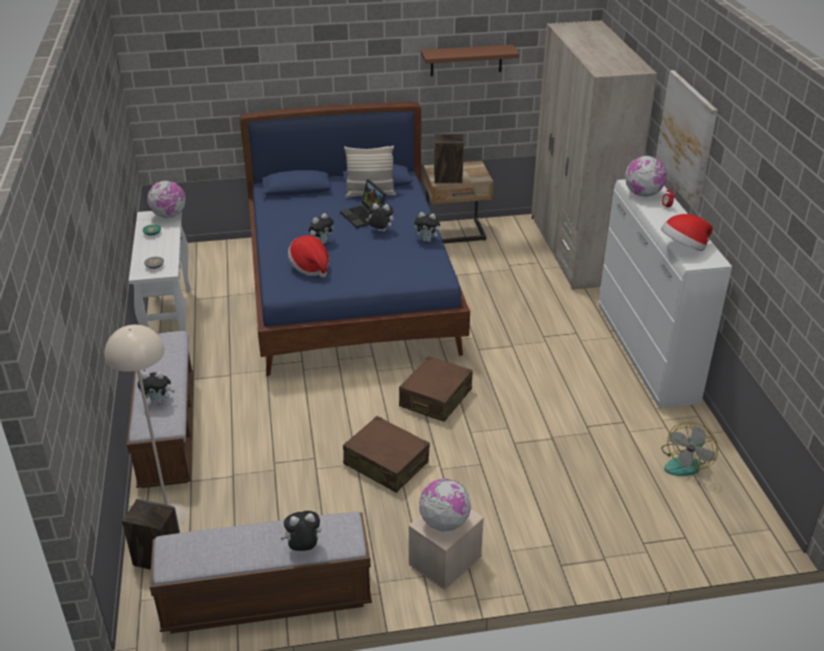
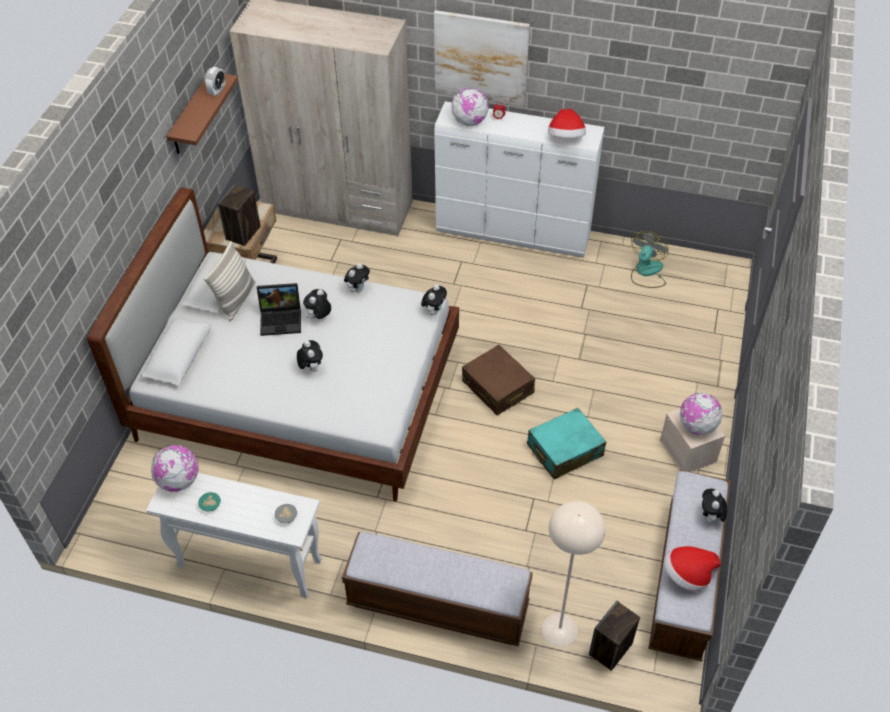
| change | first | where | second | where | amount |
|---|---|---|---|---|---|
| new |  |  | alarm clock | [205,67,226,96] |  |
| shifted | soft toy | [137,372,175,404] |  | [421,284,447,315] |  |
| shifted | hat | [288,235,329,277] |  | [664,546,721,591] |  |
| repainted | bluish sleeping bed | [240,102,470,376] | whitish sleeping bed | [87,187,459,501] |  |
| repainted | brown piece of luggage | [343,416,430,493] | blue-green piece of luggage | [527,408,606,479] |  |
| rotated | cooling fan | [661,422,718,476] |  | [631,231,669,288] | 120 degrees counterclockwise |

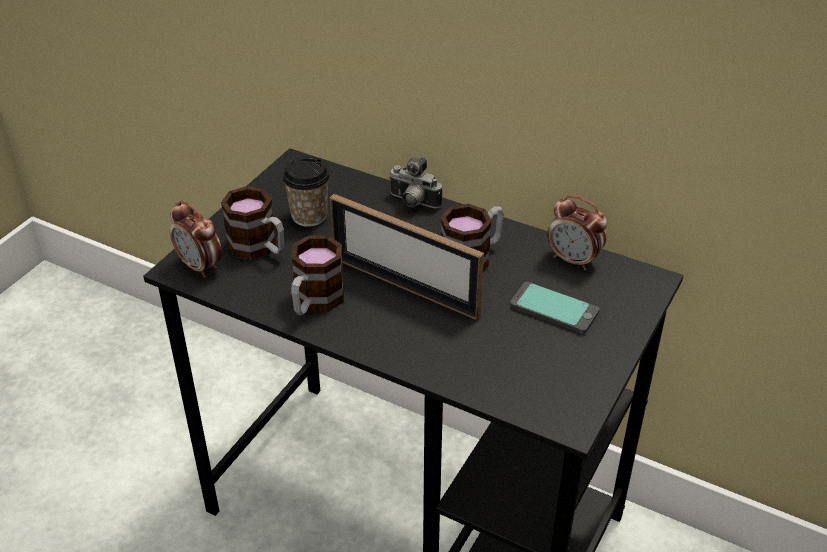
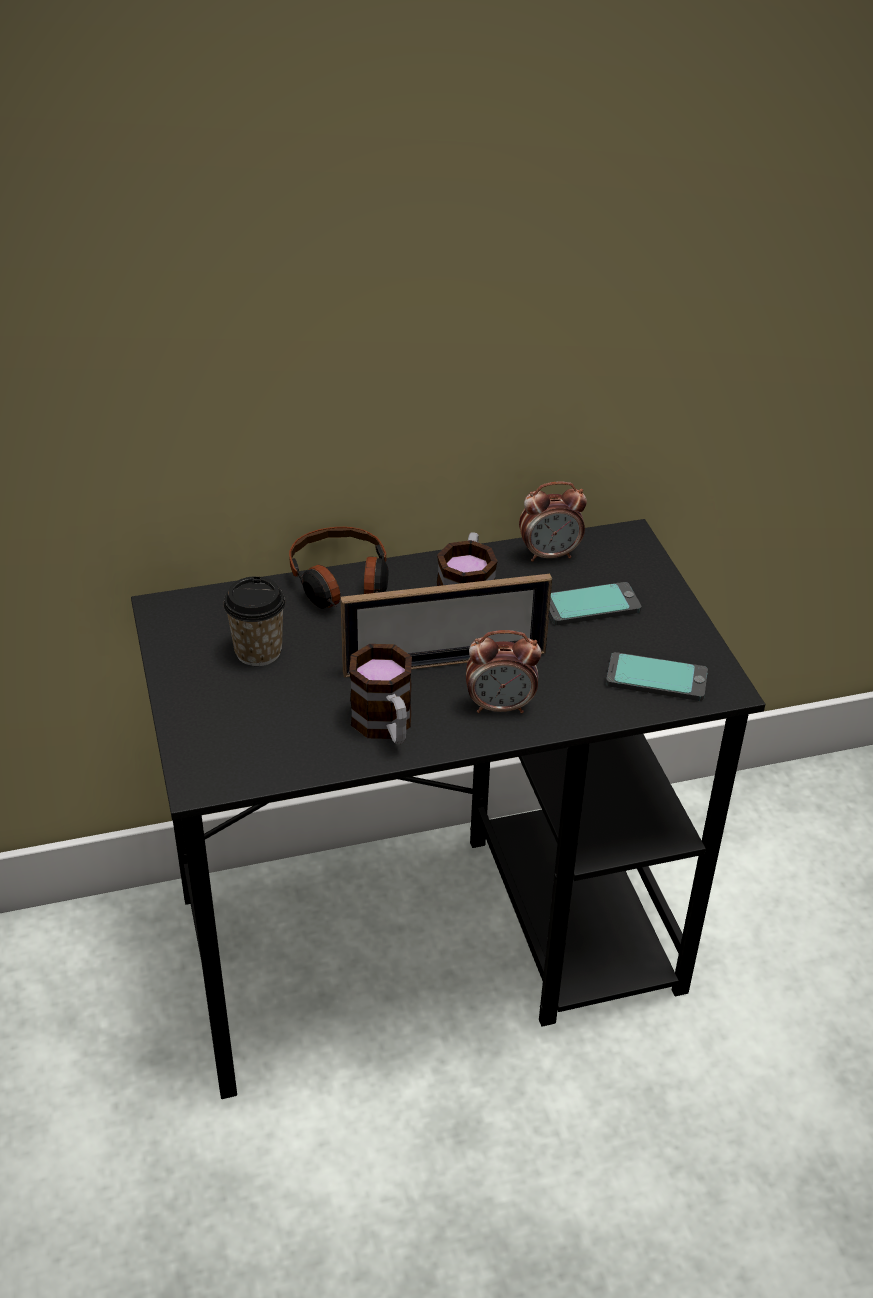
| change | first | where | second | where | amount |
|---|---|---|---|---|---|
| gone | mug | [221,186,285,260] |  |  |  |
| new |  |  | telephone | [606,652,708,701] |  |
| shifted | alarm clock | [170,200,222,278] |  | [466,630,541,713] |  |
| swapped | still camera | [389,157,442,208] | headset | [289,527,388,609] |  |

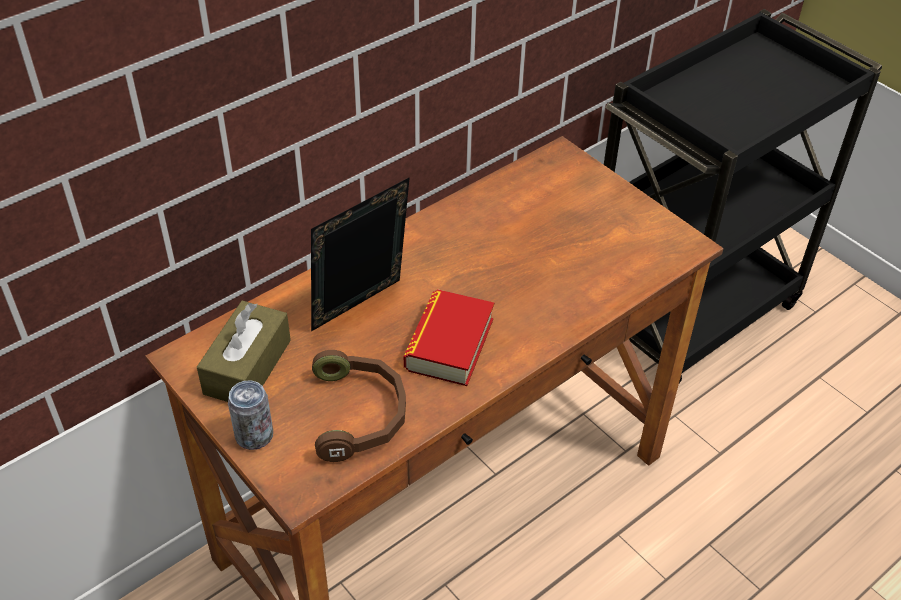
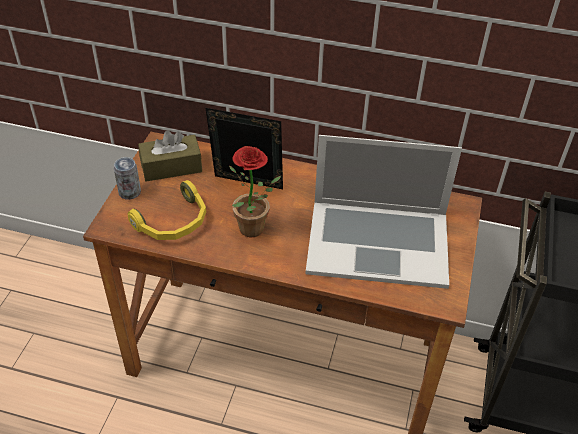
| change | first | where | second | where | amount |
|---|---|---|---|---|---|
| new |  |  | portable computer | [306,135,462,289] |  |
| swapped | volume | [404,289,494,386] | potted plant | [229,146,281,237] |  |
| repainted | brown headset | [312,350,406,462] | yellow headset | [128,180,206,240] |  |

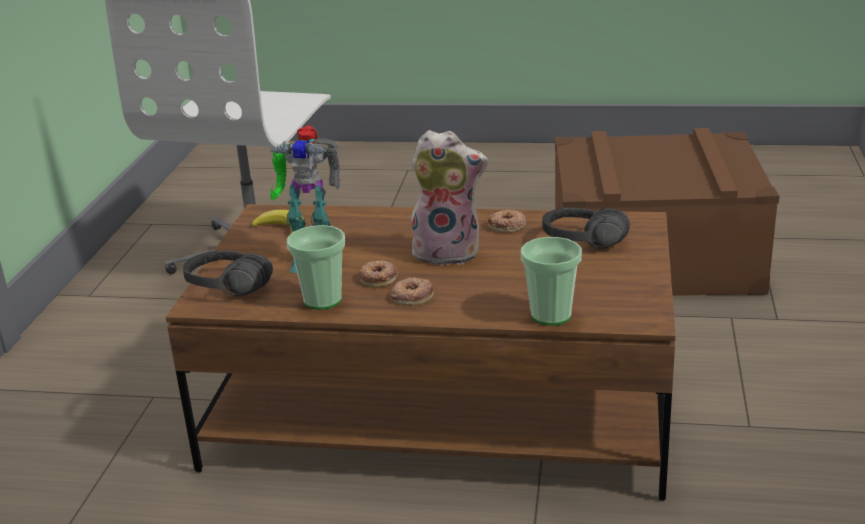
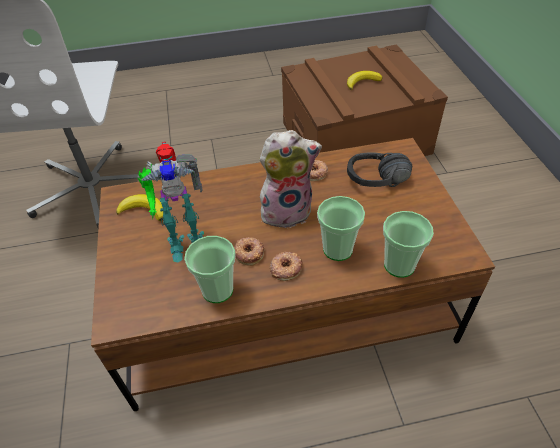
| change | first | where | second | where | amount |
|---|---|---|---|---|---|
| gone | black headset | [183,250,273,297] |  |  |  |
| new |  |  | small cup | [317,196,365,261] |  |
| new |  |  | banana fruit | [347,71,383,90] |  |

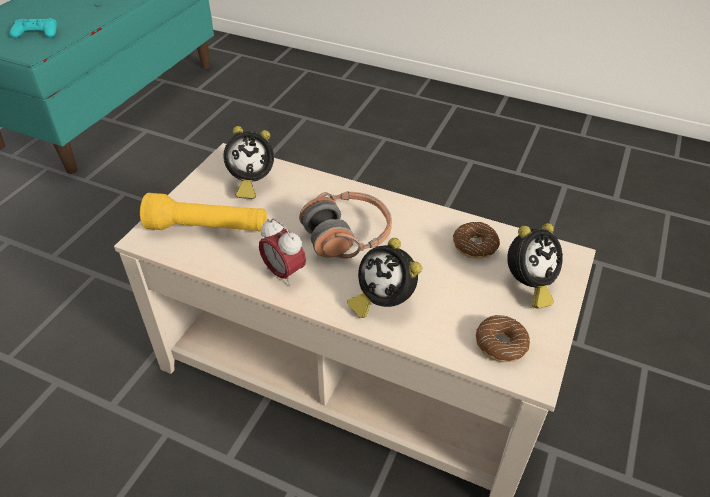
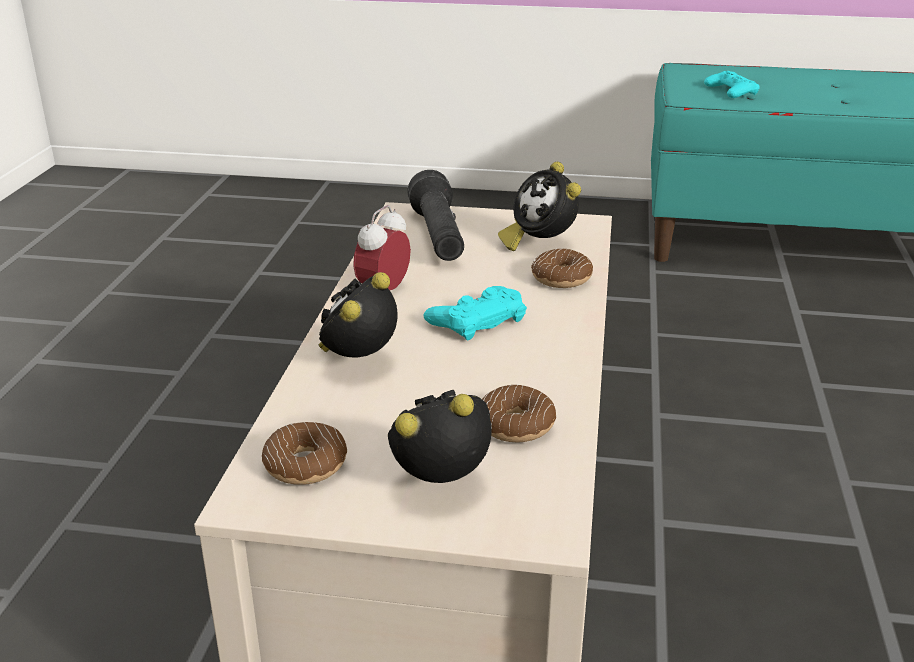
| change | first | where | second | where | amount |
|---|---|---|---|---|---|
| new |  |  | doughnut | [531,248,593,288] |  |
| swapped | headset | [299,191,392,259] | blue-green joypad | [423,286,527,341] |  |
| repainted | yellow hand torch | [140,193,267,231] | black hand torch | [407,170,464,261] |  |
| rotated | alarm clock | [507,223,563,309] |  | [388,390,491,483] | 120 degrees clockwise |

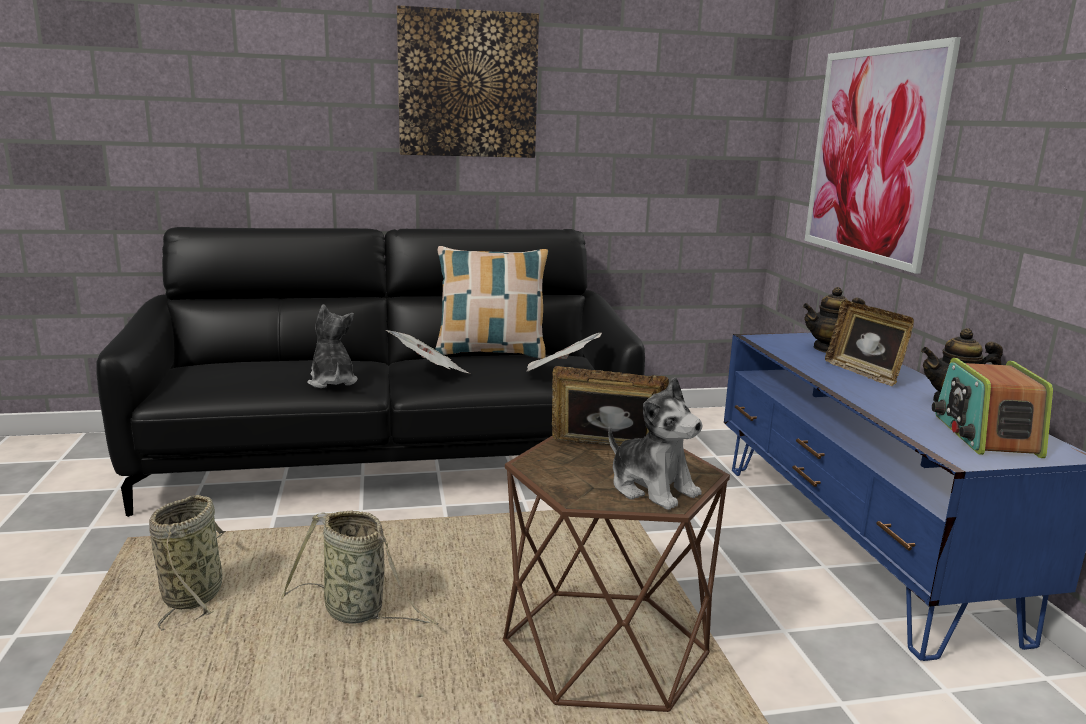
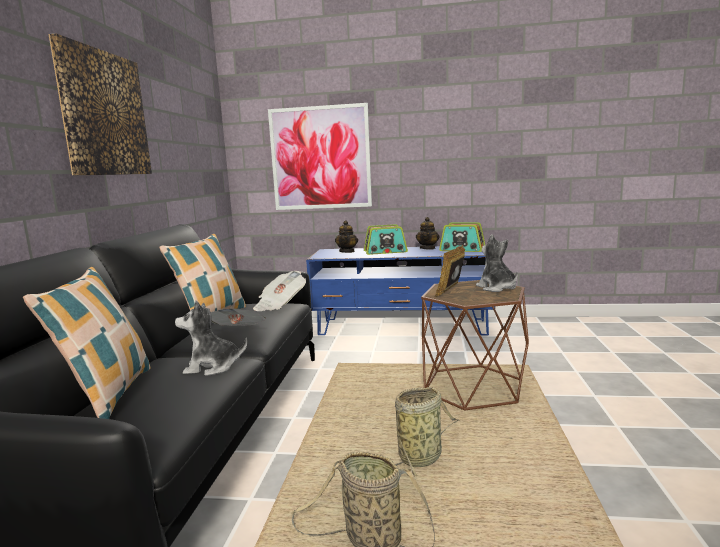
| change | first | where | second | where | amount |
|---|---|---|---|---|---|
| new |  |  | throw pillow | [23,267,151,419] |  |
| swapped | picture frame | [825,300,914,386] | radio | [364,224,408,255] |  |
| rotated | soft toy | [608,377,702,510] |  | [476,234,518,292] | 90 degrees counterclockwise |

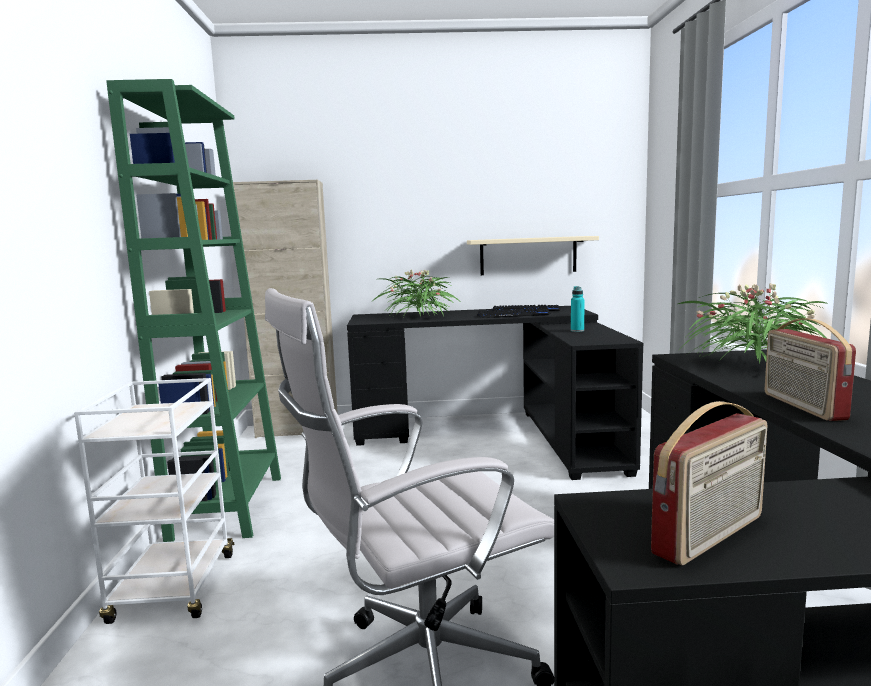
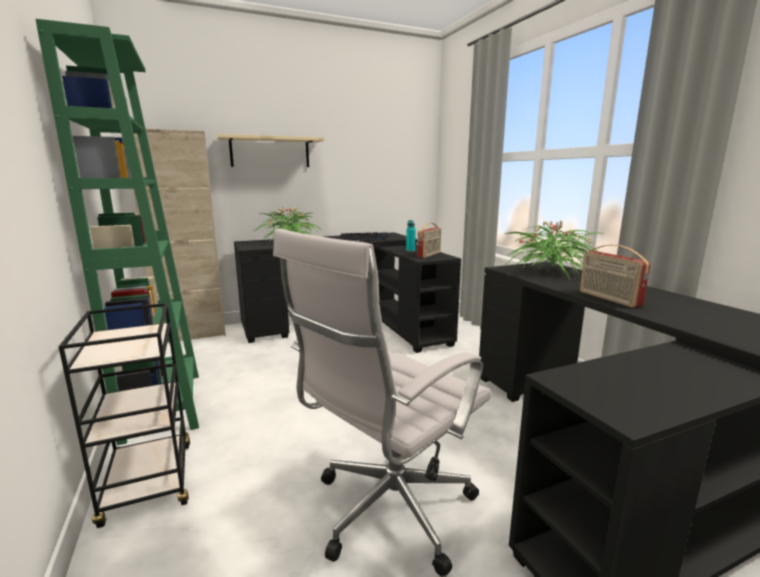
| change | first | where | second | where | amount |
|---|---|---|---|---|---|
| shifted | sand-coloured bracket shelf | [467,236,599,275] |  | [217,134,324,167] |  |
| shifted | radio | [651,401,767,565] |  | [417,223,441,258] |  |
| repainted | whitish wheeled cart | [74,378,235,624] | black wheeled cart | [59,303,190,528] |  |

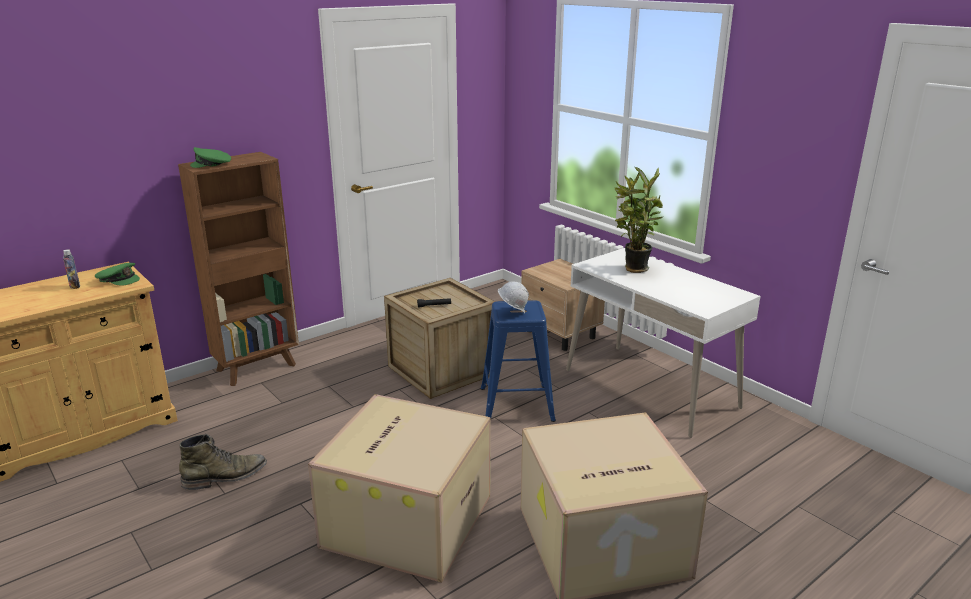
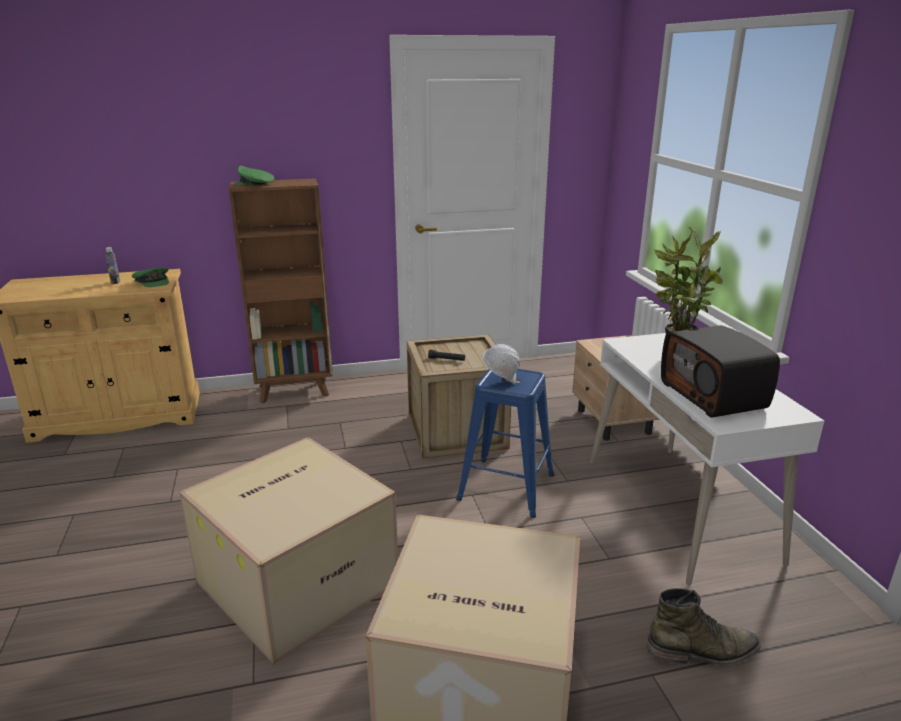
| change | first | where | second | where | amount |
|---|---|---|---|---|---|
| new |  |  | radio | [661,325,780,418] |  |
| shifted | green high-top boot | [179,434,267,490] |  | [647,588,761,665] |  |

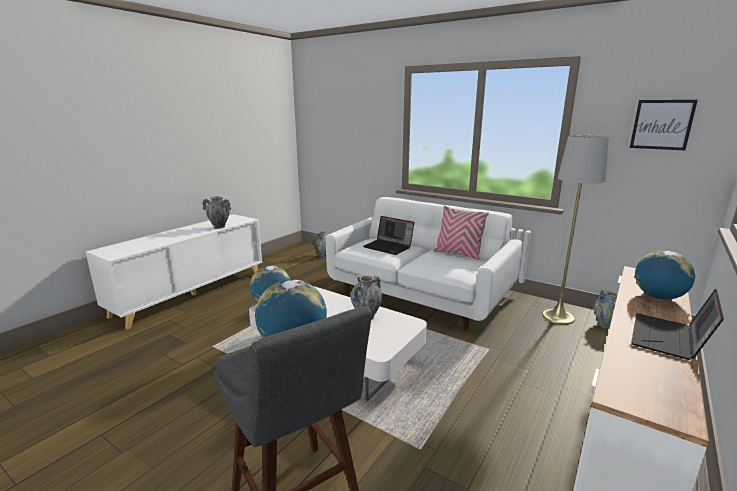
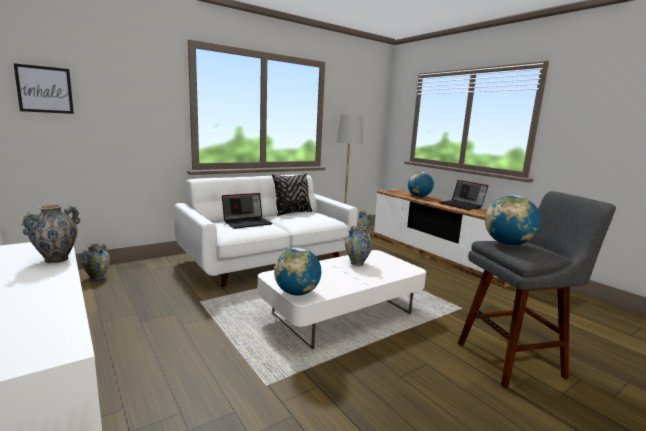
| change | first | where | second | where | amount |
|---|---|---|---|---|---|
| shifted | picture | [630,100,698,150] |  | [14,63,74,114] |  |
| repainted | pink-coloured throw pillow | [434,205,489,260] | black throw pillow | [272,173,312,216] |  |

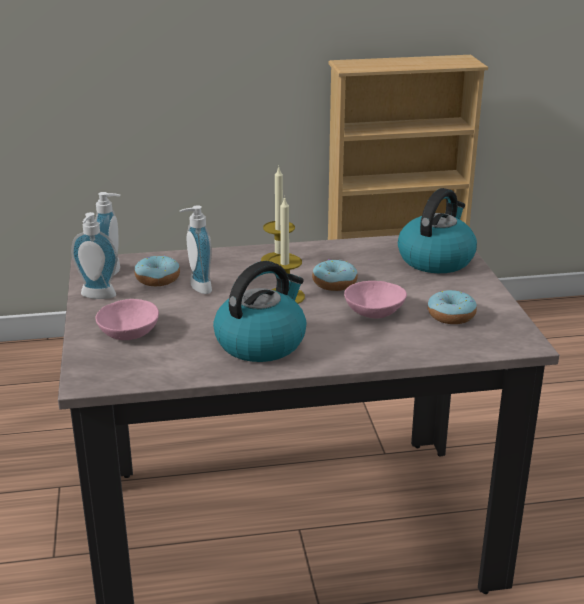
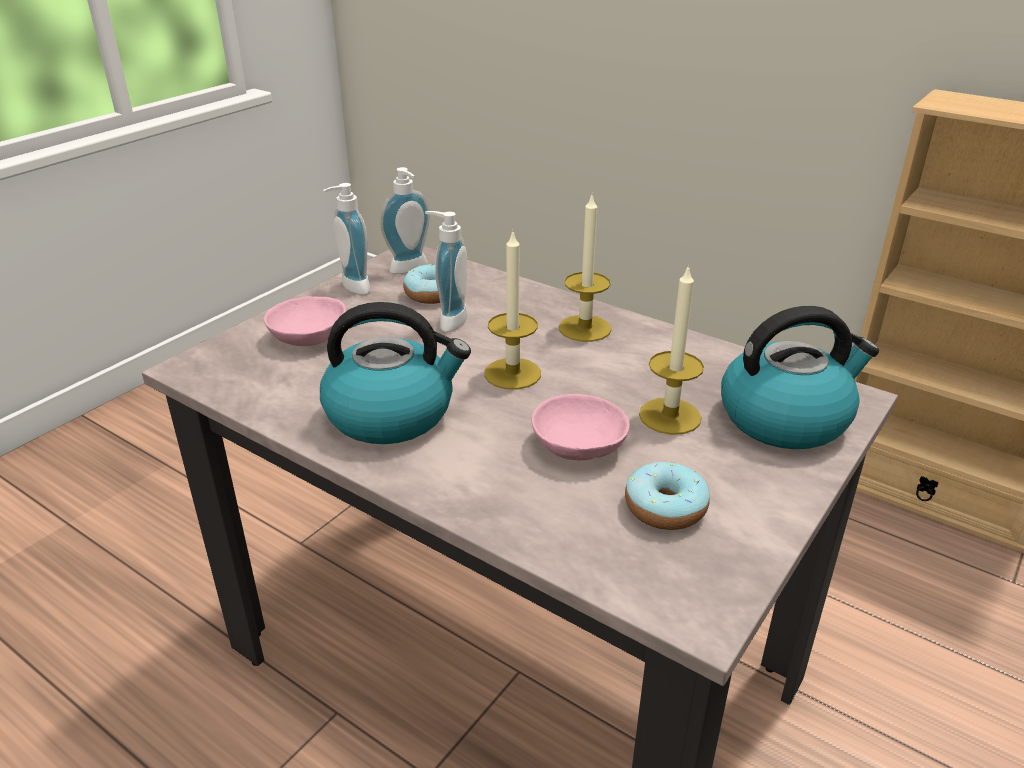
| change | first | where | second | where | amount |
|---|---|---|---|---|---|
| gone | doughnut | [312,259,358,291] |  |  |  |
| new |  |  | candle | [639,264,704,435] |  |

